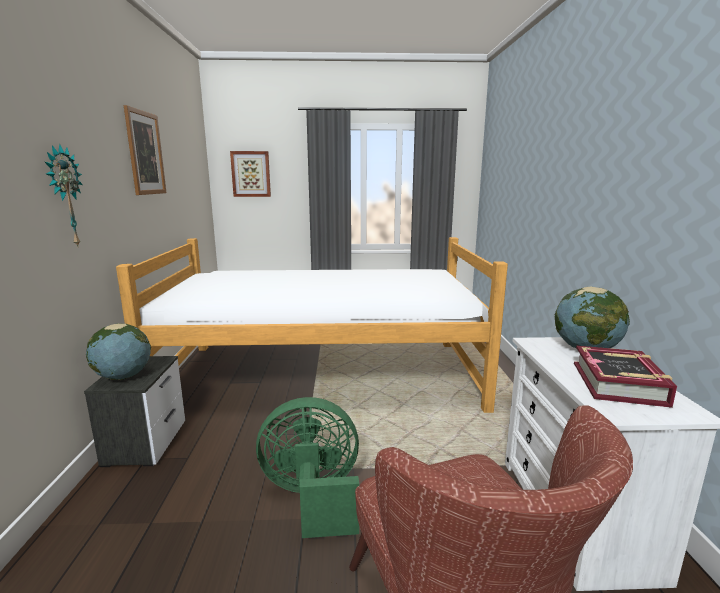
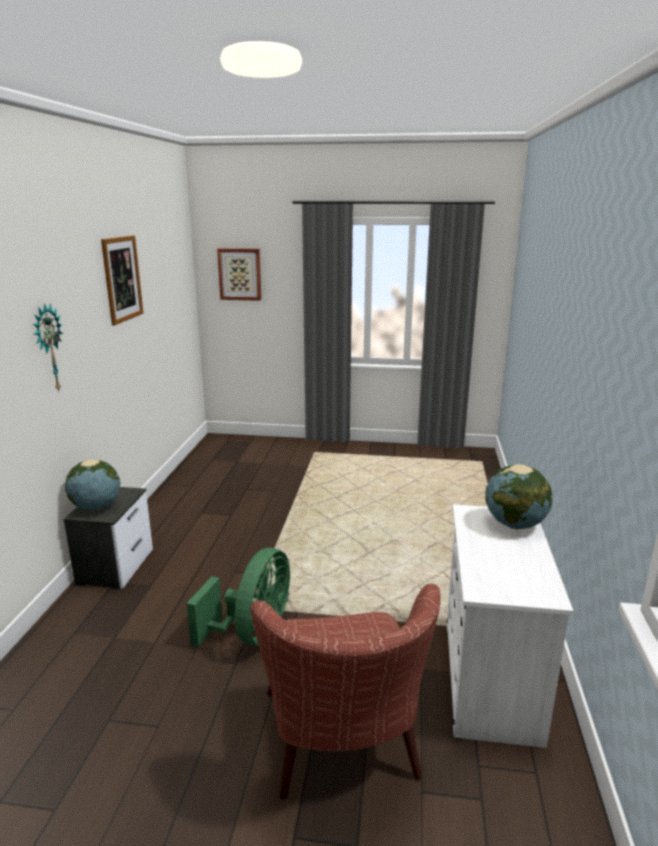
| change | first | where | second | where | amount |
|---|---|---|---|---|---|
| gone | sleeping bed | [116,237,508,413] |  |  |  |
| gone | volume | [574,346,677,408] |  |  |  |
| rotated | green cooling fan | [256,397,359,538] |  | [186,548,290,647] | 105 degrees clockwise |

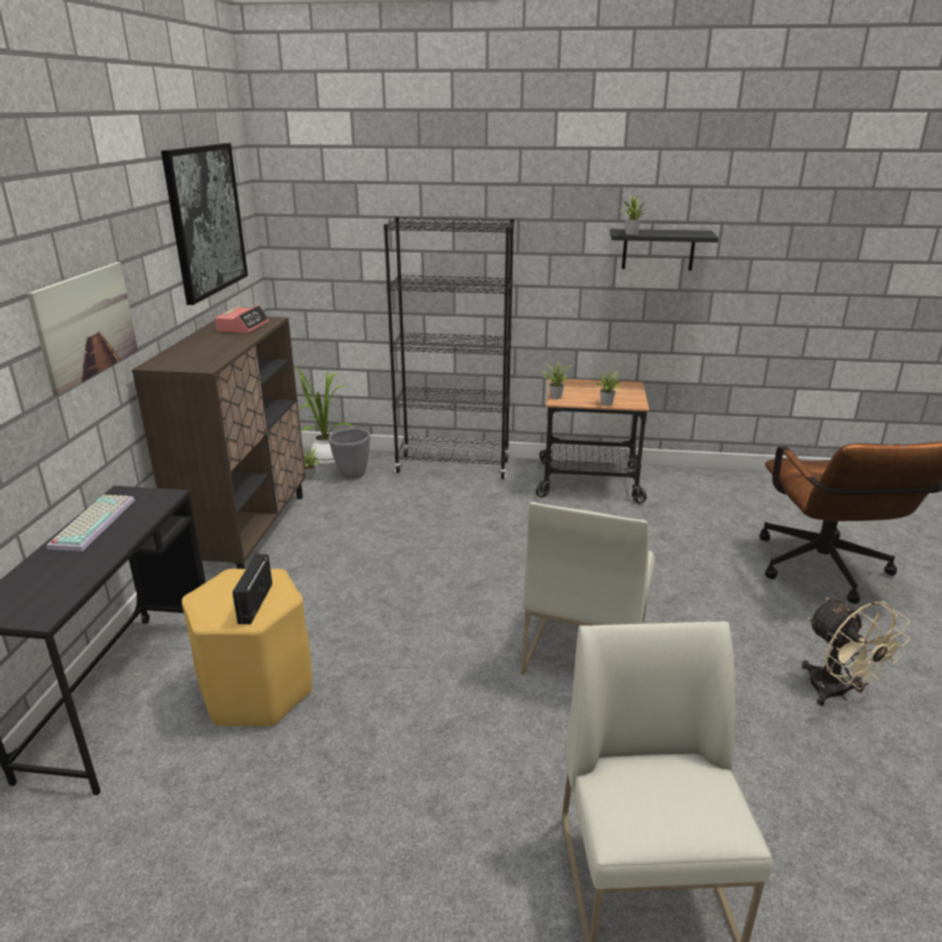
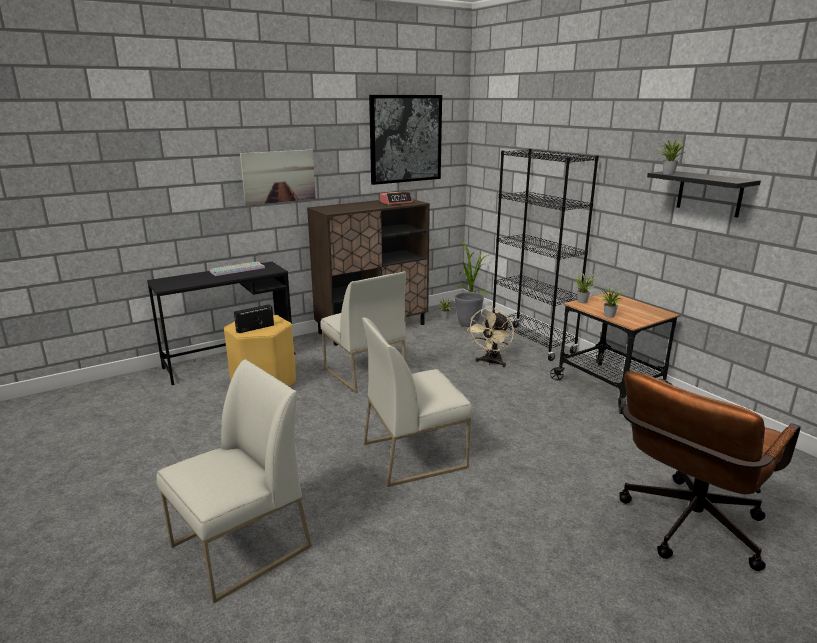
| change | first | where | second | where | amount |
|---|---|---|---|---|---|
| new |  |  | whitish plain chair | [320,272,407,393] |  |
| shifted | sand-coloured cooling fan | [802,598,910,706] |  | [467,308,514,367] |  |

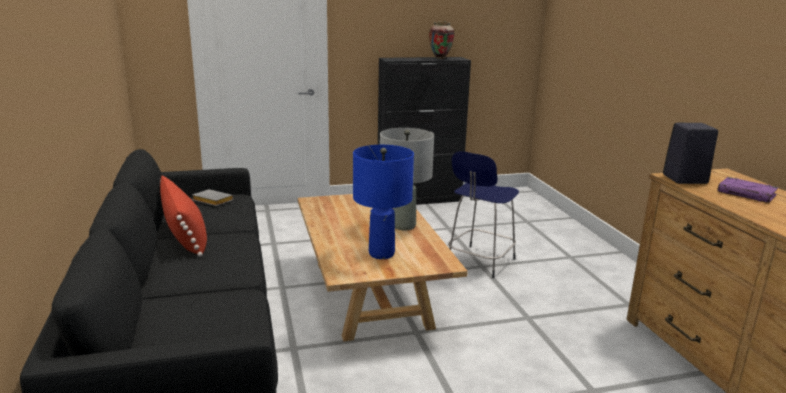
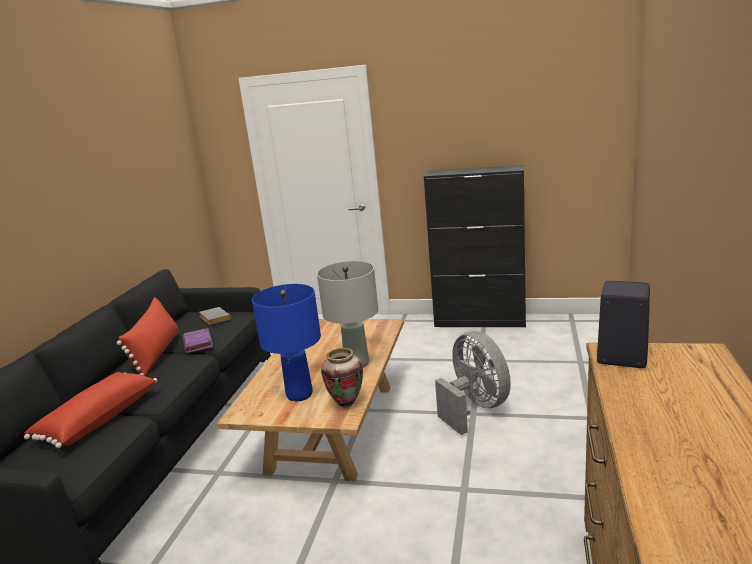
| change | first | where | second | where | amount |
|---|---|---|---|---|---|
| new |  |  | red throw pillow | [24,372,157,448] |  |
| shifted | vase | [429,22,455,59] |  | [321,348,363,408] |  |
| shifted | purple volume | [717,177,778,203] |  | [183,328,213,353] |  |
| swapped | bluish stool seat | [448,151,519,278] | gray cooling fan | [435,331,511,435] |  |

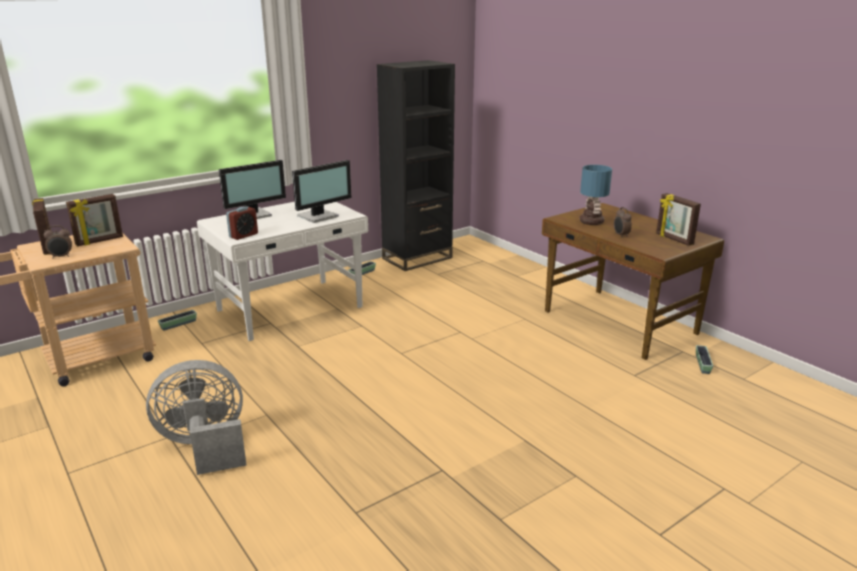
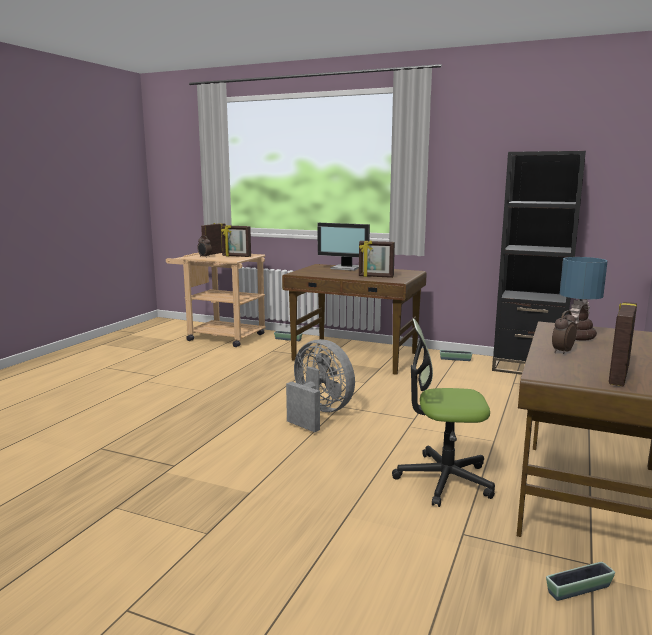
| change | first | where | second | where | amount |
|---|---|---|---|---|---|
| gone | alarm clock | [226,206,258,240] |  |  |  |
| new |  |  | computer chair | [392,318,495,507] |  |
| shifted | gray cooling fan | [146,360,247,475] |  | [286,339,355,432] |  |
| swapped | monitor | [292,160,351,223] | picture frame | [359,241,395,278] |  |
| repainted | whitish desk table | [197,202,368,341] | brown desk table | [282,264,427,375] |  |

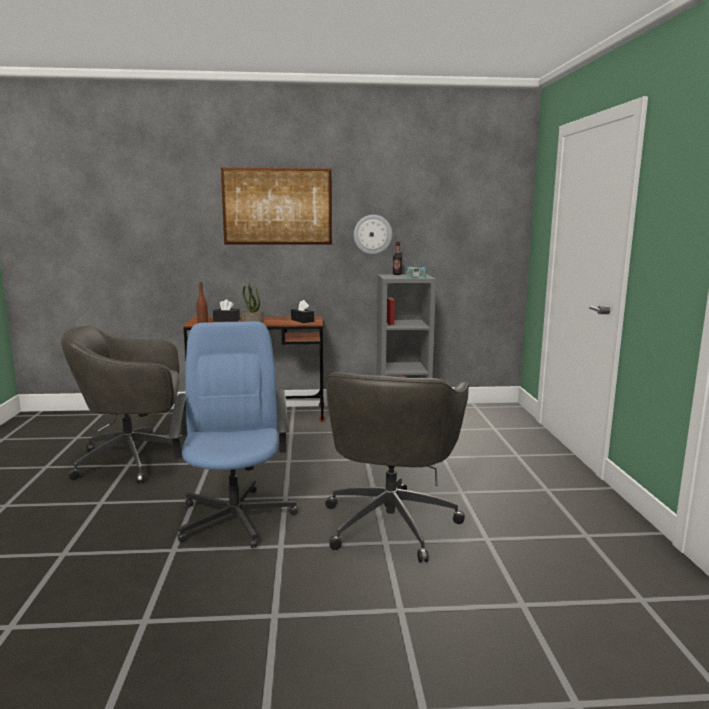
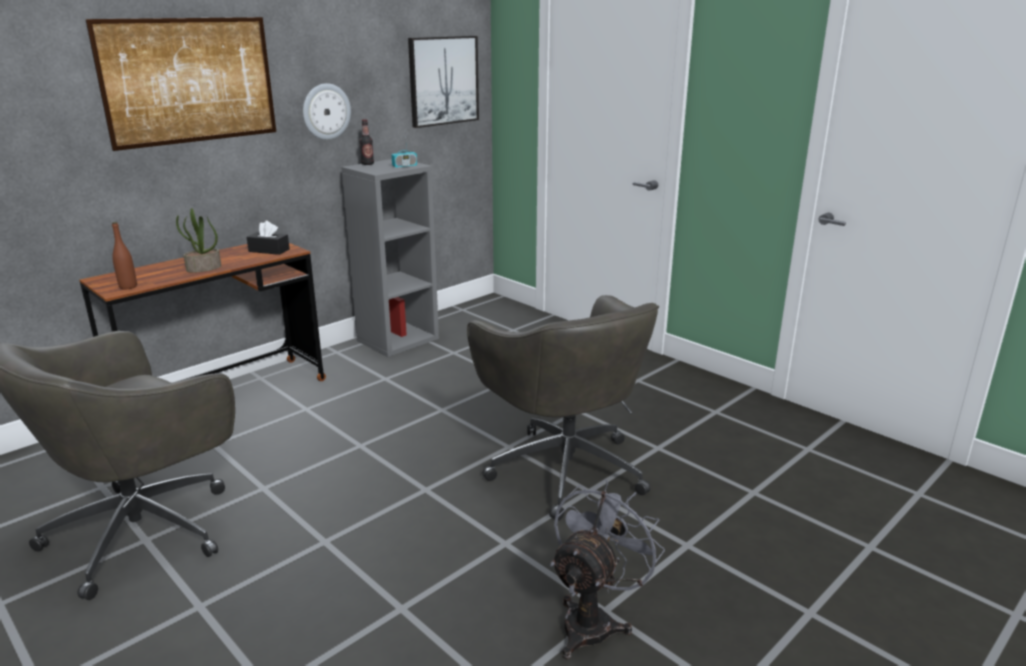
| change | first | where | second | where | amount |
|---|---|---|---|---|---|
| gone | bluish computer chair | [169,321,298,548] |  |  |  |
| gone | black box of tissues | [213,299,240,322] |  |  |  |
| new |  |  | picture | [408,36,479,128] |  |
| new |  |  | gray cooling fan | [550,479,665,660] |  |

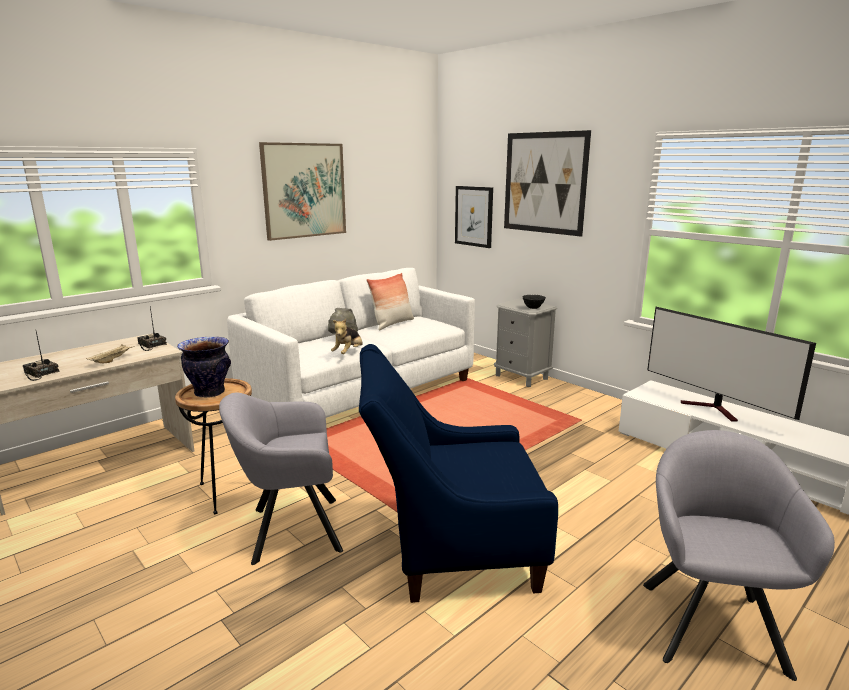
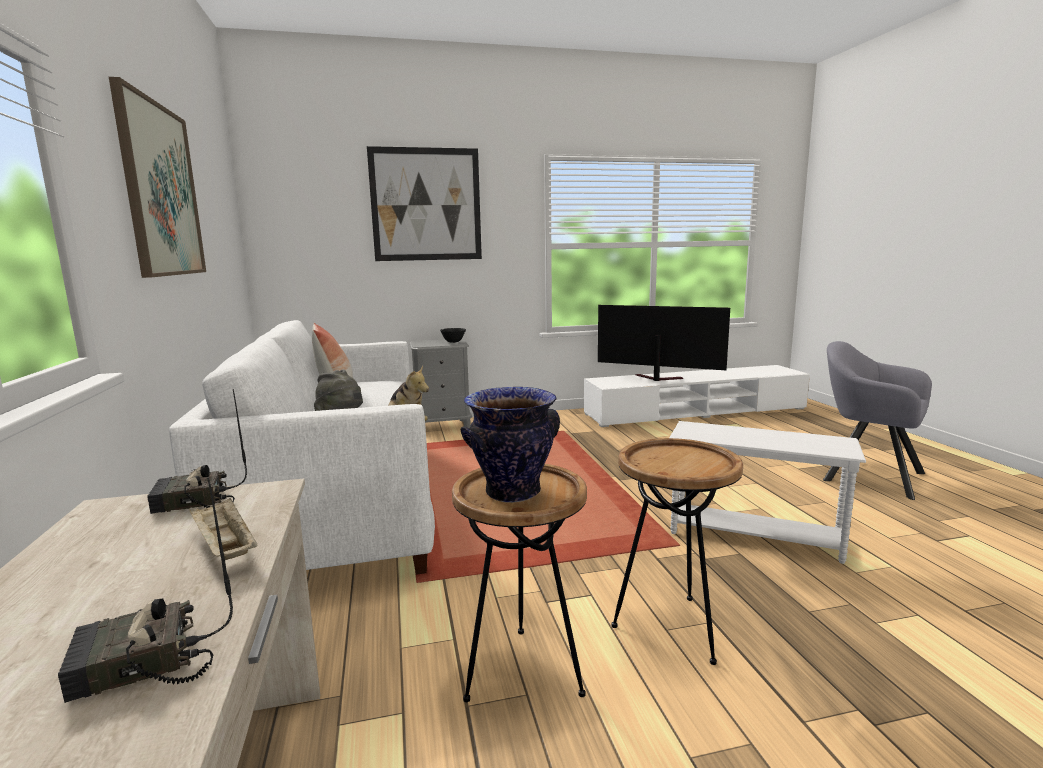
| change | first | where | second | where | amount |
|---|---|---|---|---|---|
| gone | picture | [455,186,493,248] |  |  |  |
| swapped | gray armchair | [219,392,343,565] | brown accent table | [611,438,743,665] |  |
| swapped | bluish armchair | [359,344,558,603] | whitish accent table | [669,421,866,564] |  |
| rotated | television | [647,307,816,422] |  | [598,305,730,381] | 150 degrees counterclockwise |

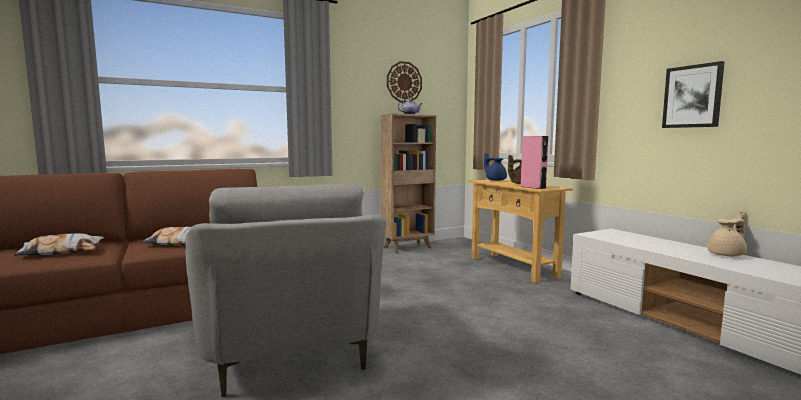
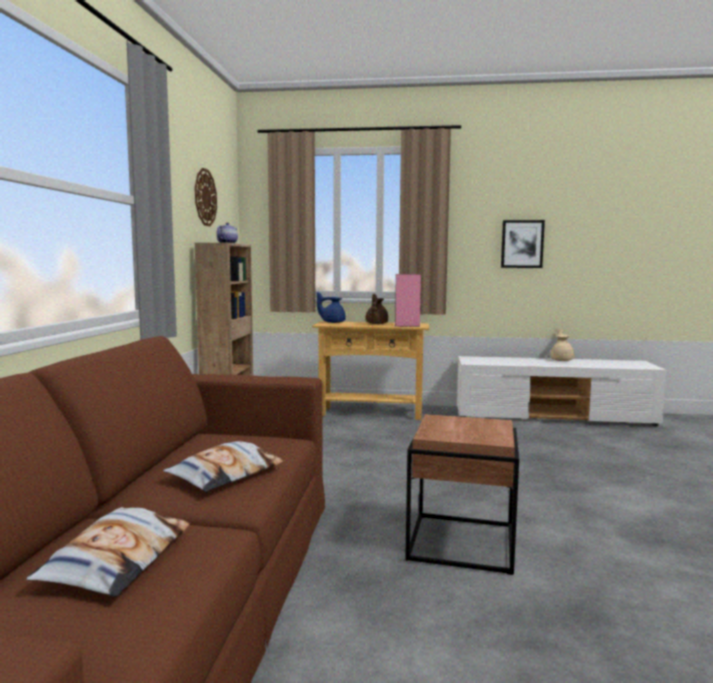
| change | first | where | second | where | amount |
|---|---|---|---|---|---|
| swapped | gray armchair | [185,183,386,397] | brown accent table | [405,414,519,575] |  |

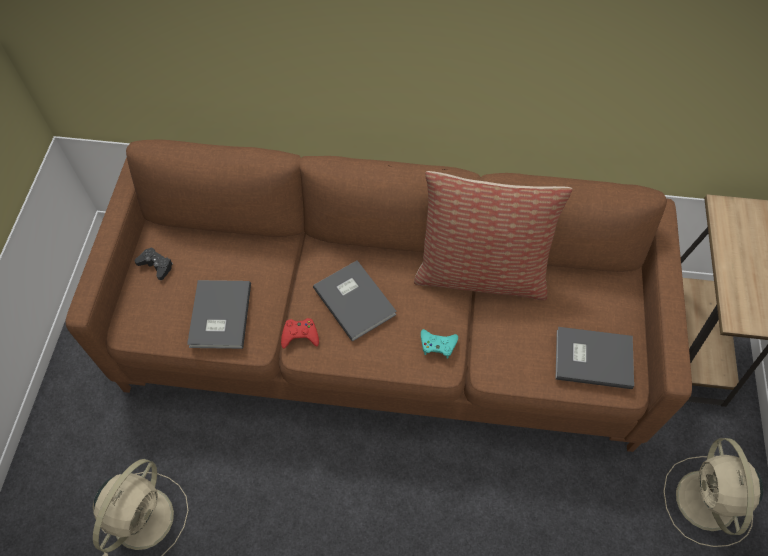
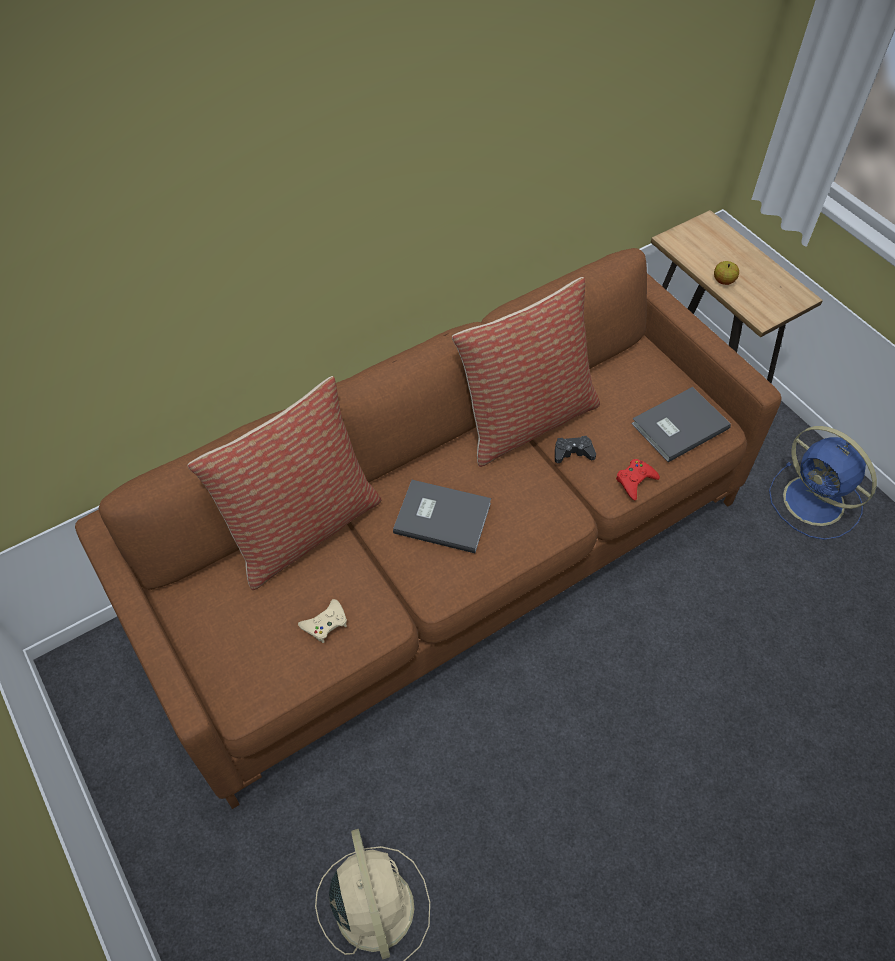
| change | first | where | second | where | amount |
|---|---|---|---|---|---|
| gone | blue-green joypad | [421,329,458,358] |  |  |  |
| new |  |  | throw pillow | [188,376,381,590] |  |
| new |  |  | whole apple | [714,261,739,285] |  |
| shifted | black joypad | [135,248,173,280] |  | [555,436,596,463] |  |
| shifted | red joypad | [281,318,319,349] |  | [616,459,660,500] |  |
| swapped | gray volume | [187,280,251,349] | sand-coloured joypad | [298,599,347,643] |  |
| repainted | sand-coloured cooling fan | [663,438,763,547] | bluish cooling fan | [769,426,877,540] |  |

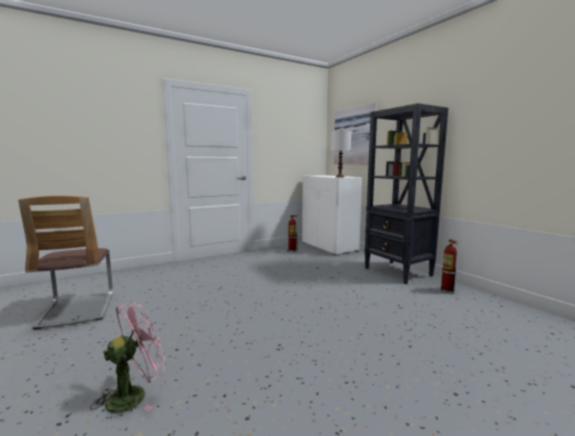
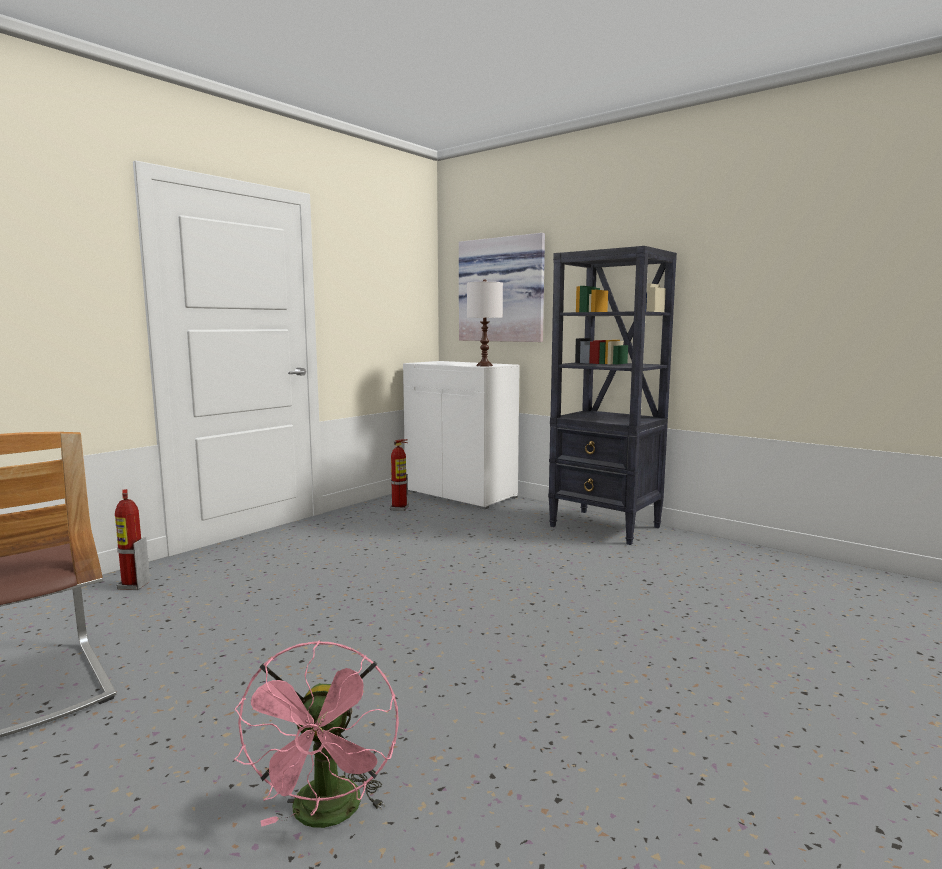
| change | first | where | second | where | amount |
|---|---|---|---|---|---|
| shifted | fire extinguisher | [441,239,458,294] |  | [115,489,150,590] |  |
| rotated | pink-coloured cooling fan | [90,302,165,413] |  | [234,640,399,828] | 150 degrees clockwise |

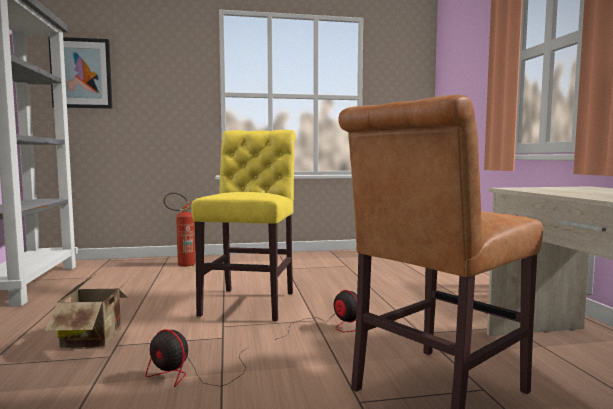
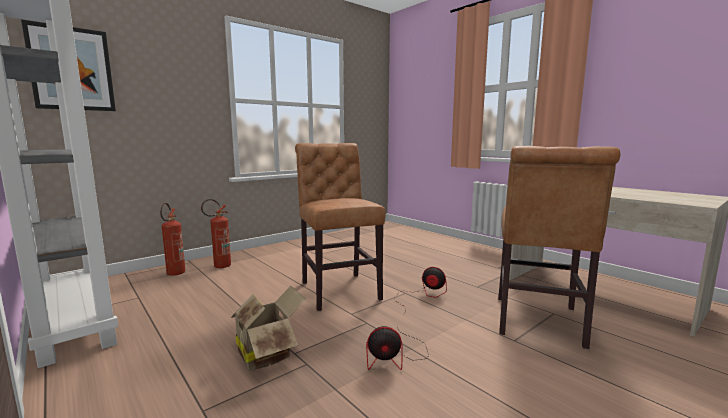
| change | first | where | second | where | amount |
|---|---|---|---|---|---|
| new |  |  | fire extinguisher | [160,202,185,276] |  |
| repainted | yellow plain chair | [191,130,296,321] | brown plain chair | [295,143,386,311] |  |

